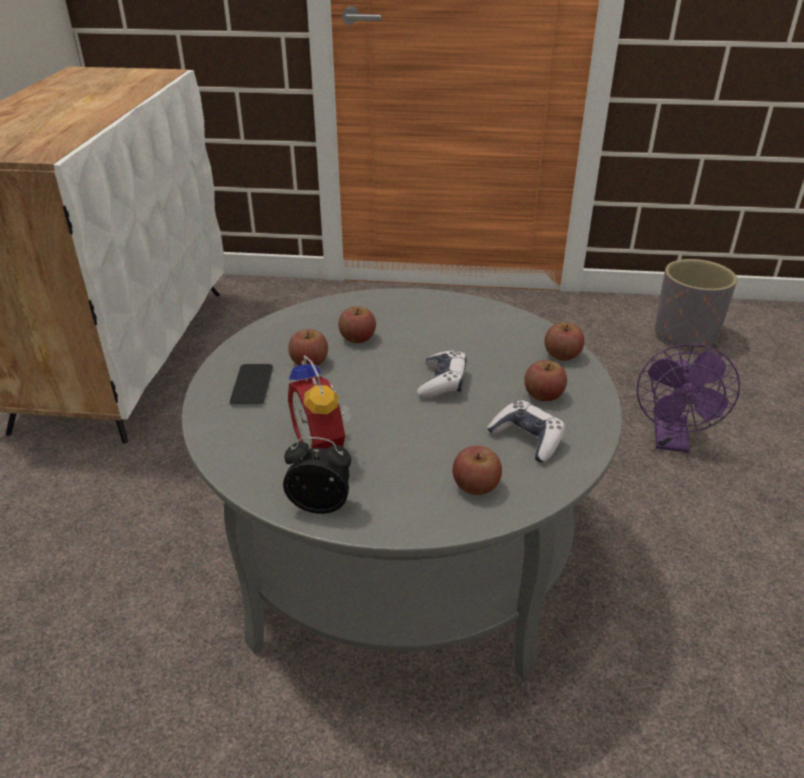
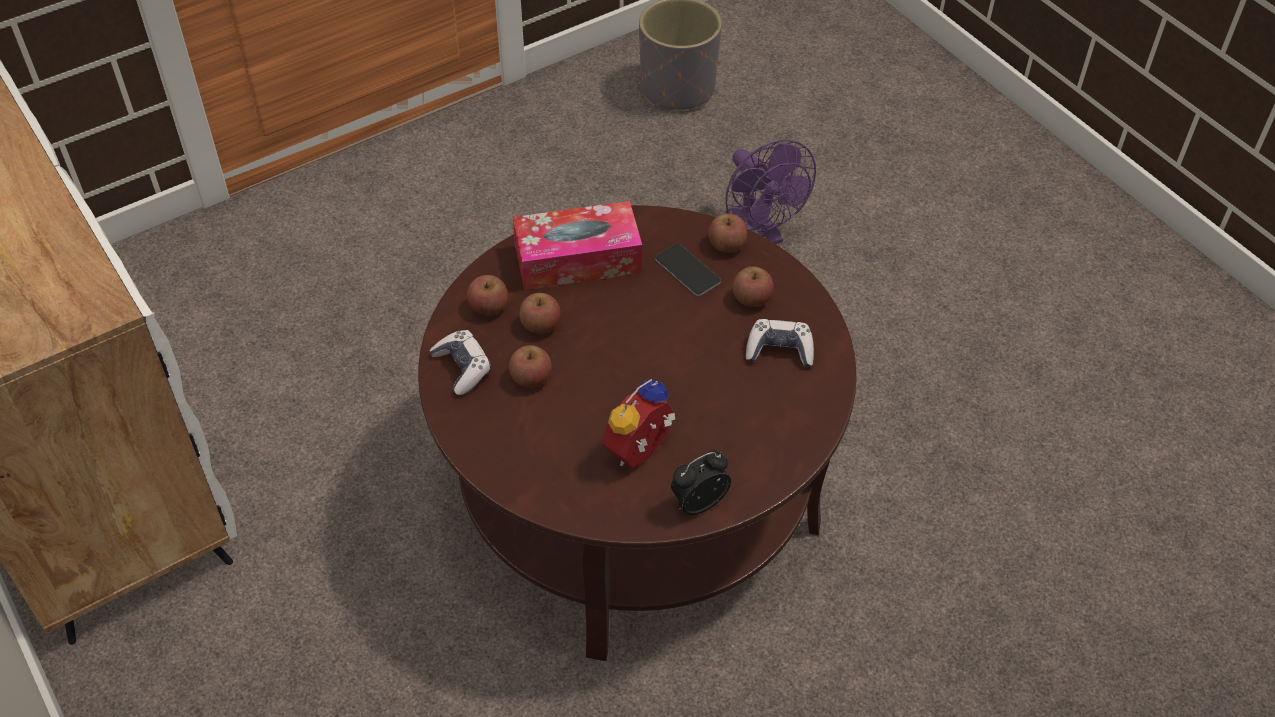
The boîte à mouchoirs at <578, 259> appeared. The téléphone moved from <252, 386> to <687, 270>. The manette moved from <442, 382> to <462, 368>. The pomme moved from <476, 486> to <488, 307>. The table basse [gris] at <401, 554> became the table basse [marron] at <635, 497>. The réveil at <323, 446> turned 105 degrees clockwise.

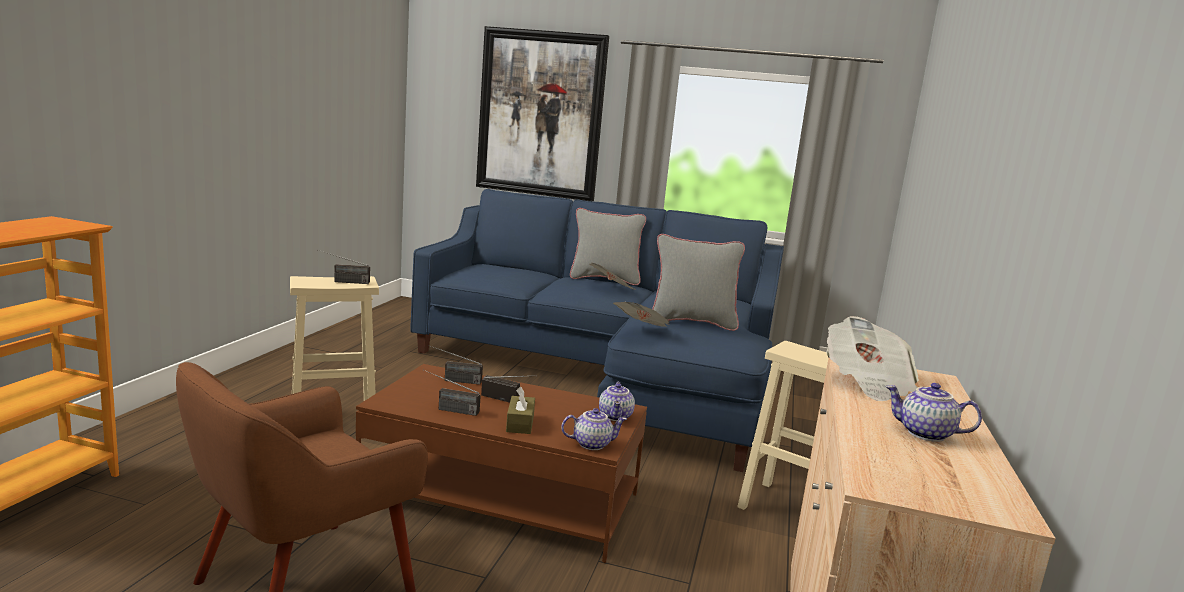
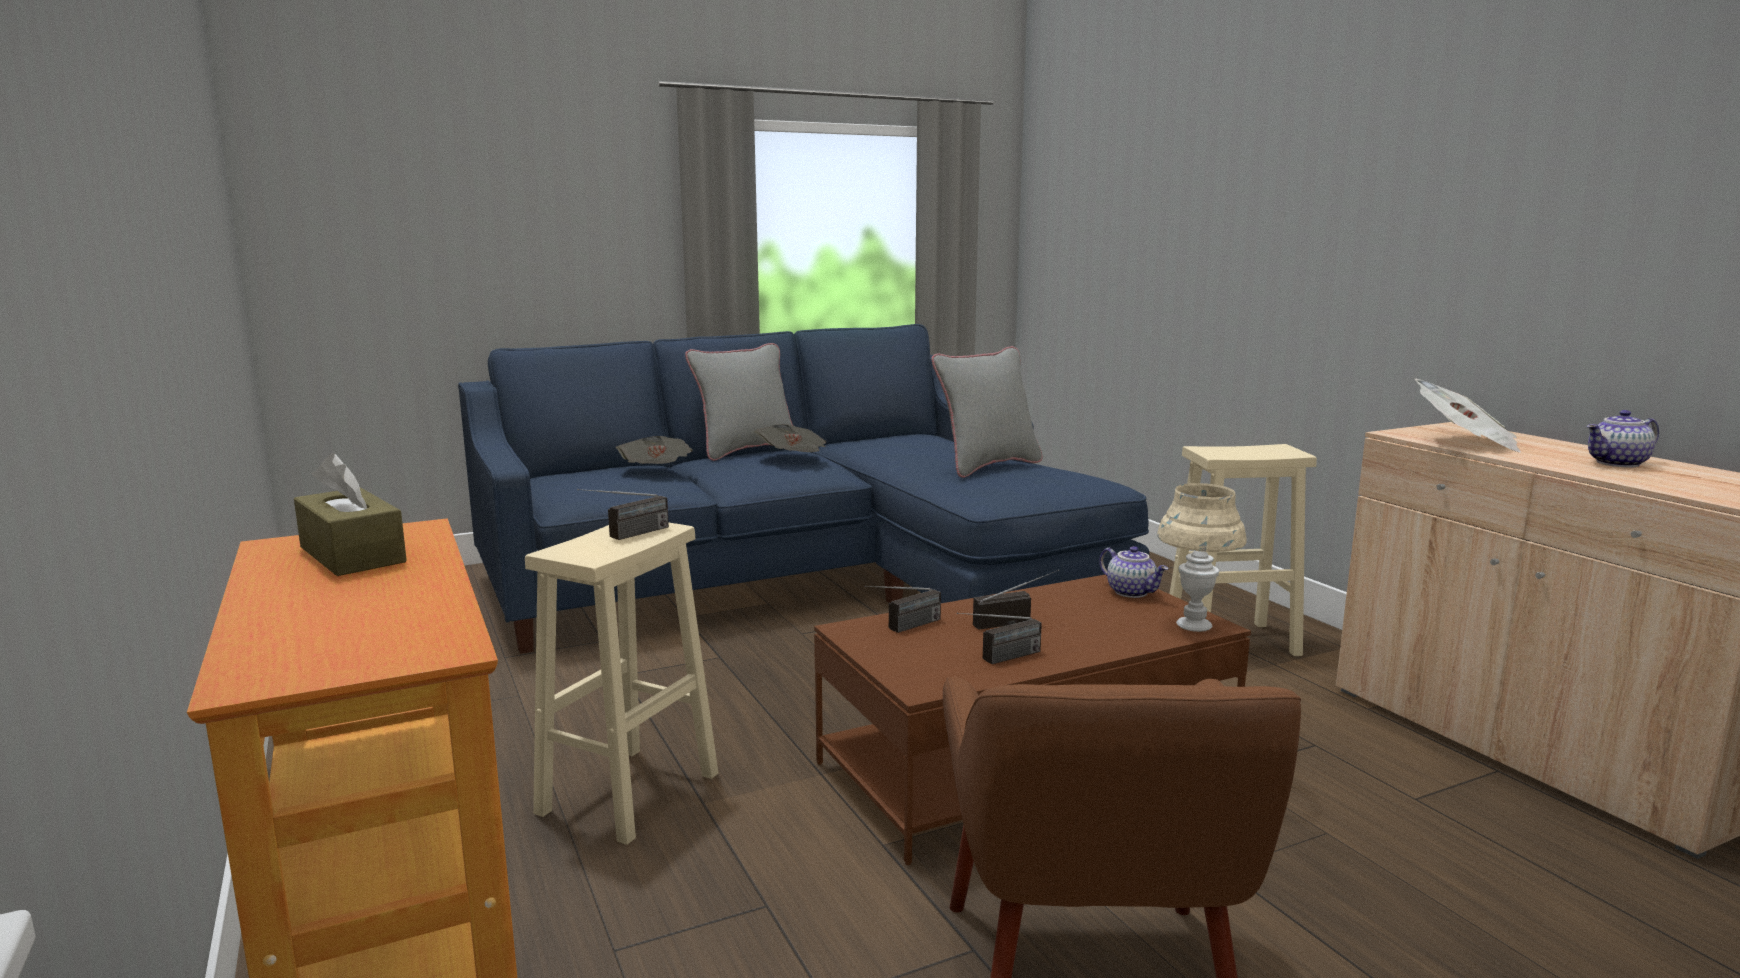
The tableau at <540, 114> disappeared. The boîte à mouchoirs [marron] moved from <520, 423> to <352, 555>. The journal moved from <642, 330> to <656, 471>. The théière at <592, 444> was replaced by the lampe de table [beige] at <1194, 625>.

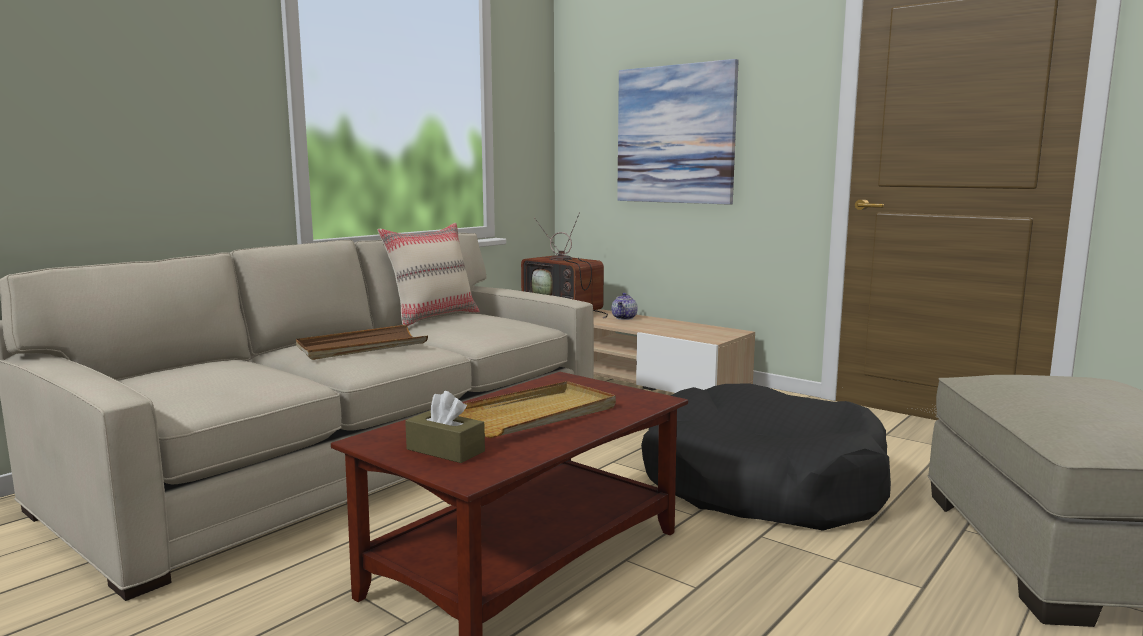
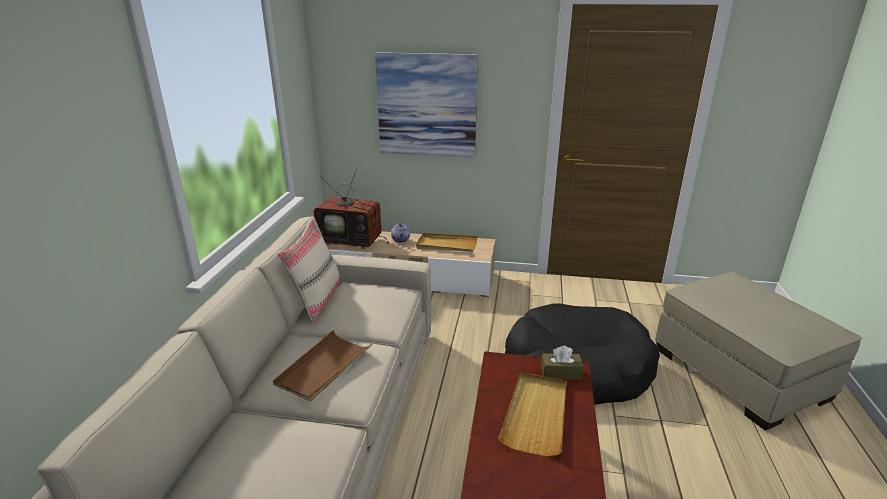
The plateau [beige] at <446, 245> appeared. The boîte à mouchoirs [marron] moved from <445, 450> to <560, 372>.

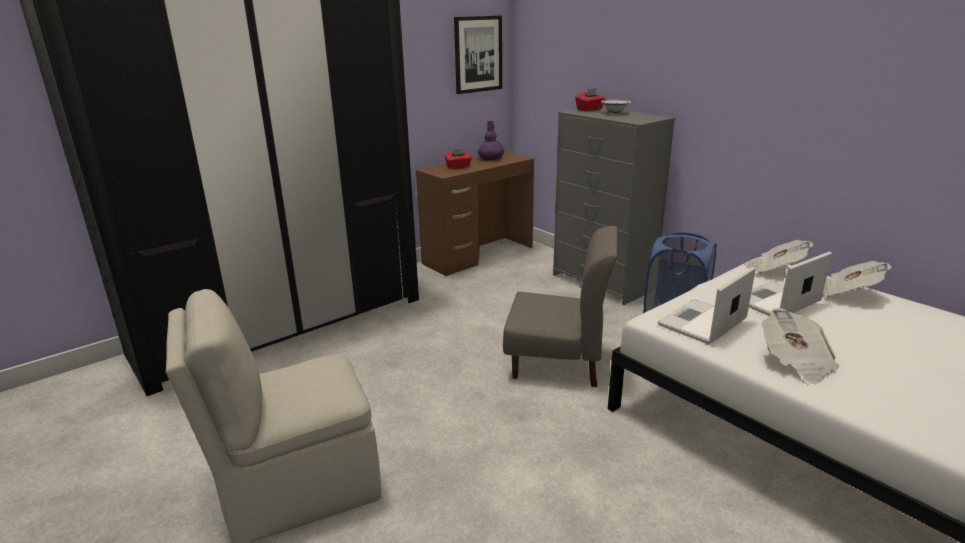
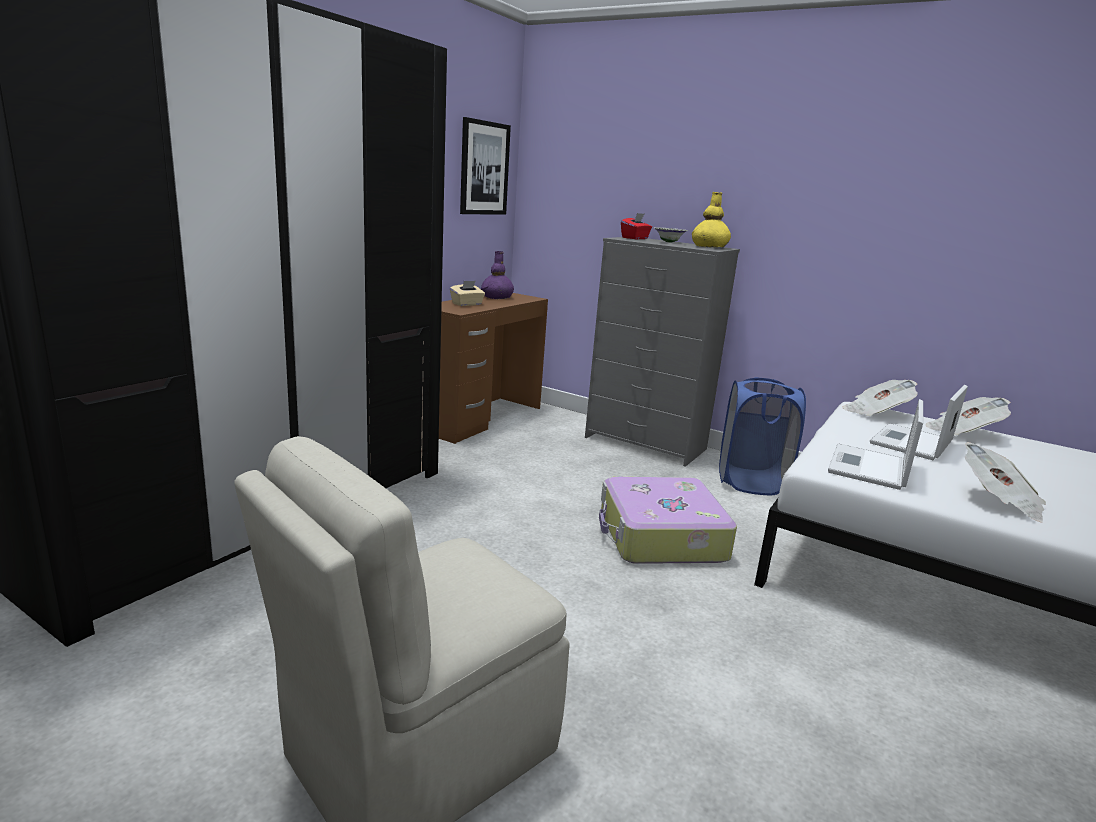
The vase [jaune] at <709, 246> appeared. The chaise [gris] at <557, 363> was replaced by the valise at <660, 536>. The boîte à mouchoirs [rouge] at <458, 167> became the boîte à mouchoirs [beige] at <467, 304>.

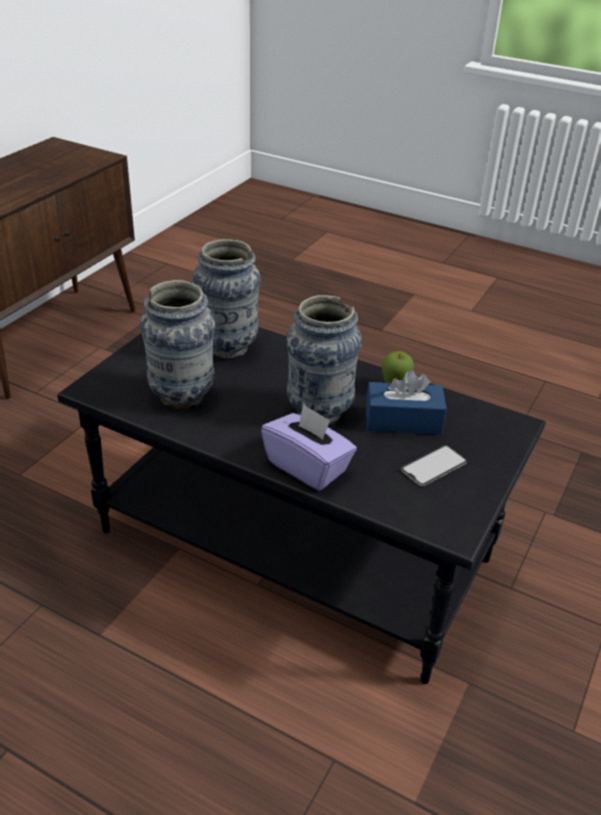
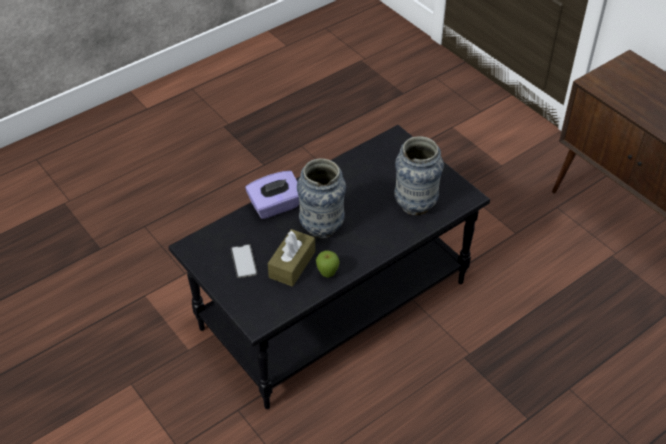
The vase at <182, 397> disappeared. The boîte à mouchoirs [bleu] at <403, 421> became the boîte à mouchoirs [marron] at <292, 264>.

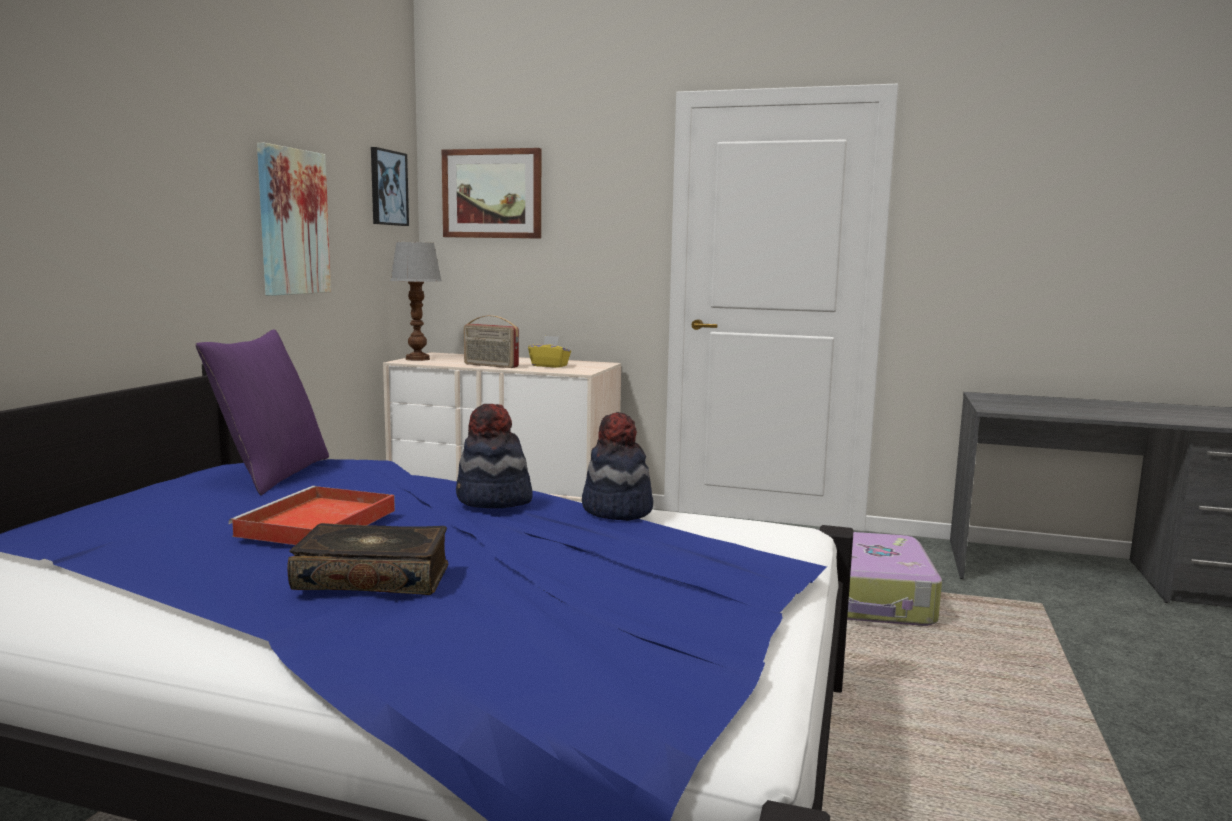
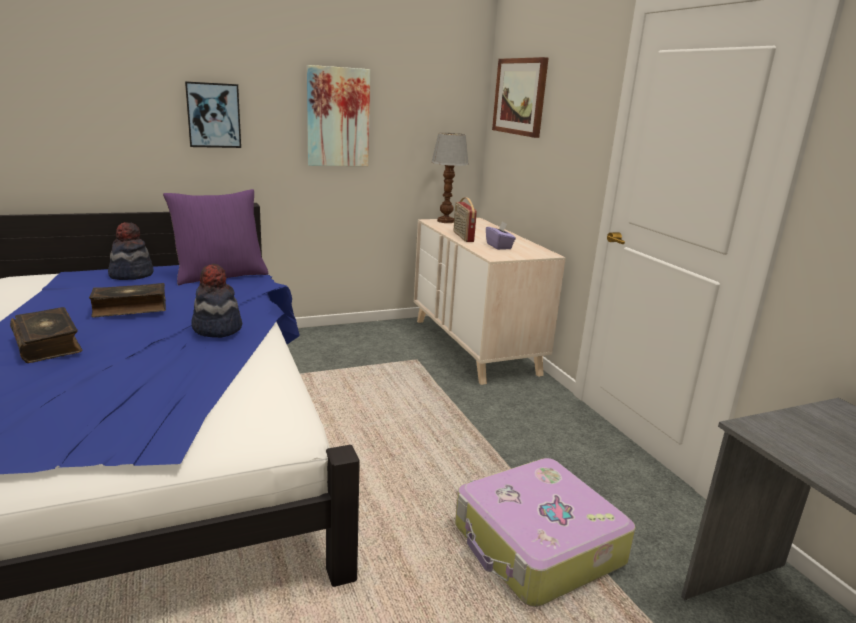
The tableau moved from <388, 188> to <213, 115>. The chapeau moved from <616, 510> to <131, 274>. The plateau [rouge] at <316, 524> was replaced by the livre at <130, 308>. The boîte à mouchoirs [jaune] at <549, 366> became the boîte à mouchoirs [violet] at <499, 246>.

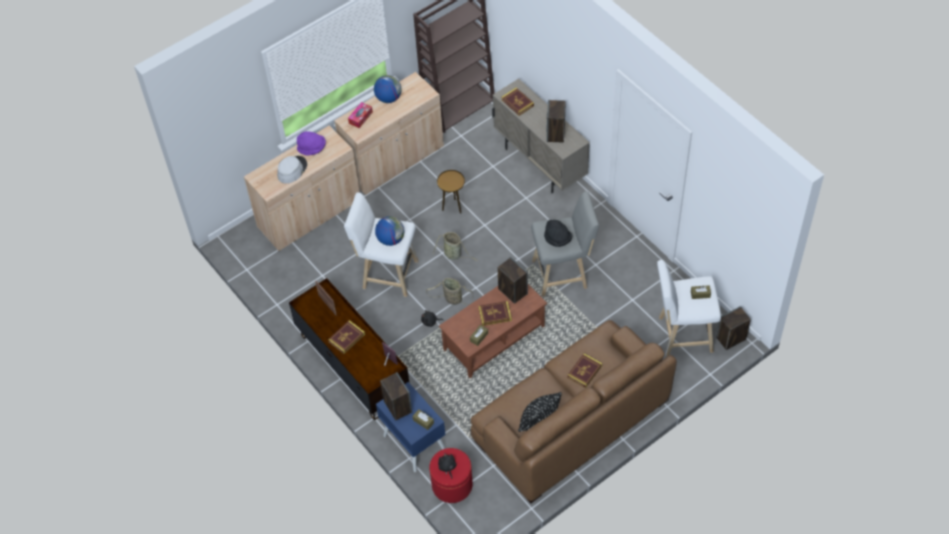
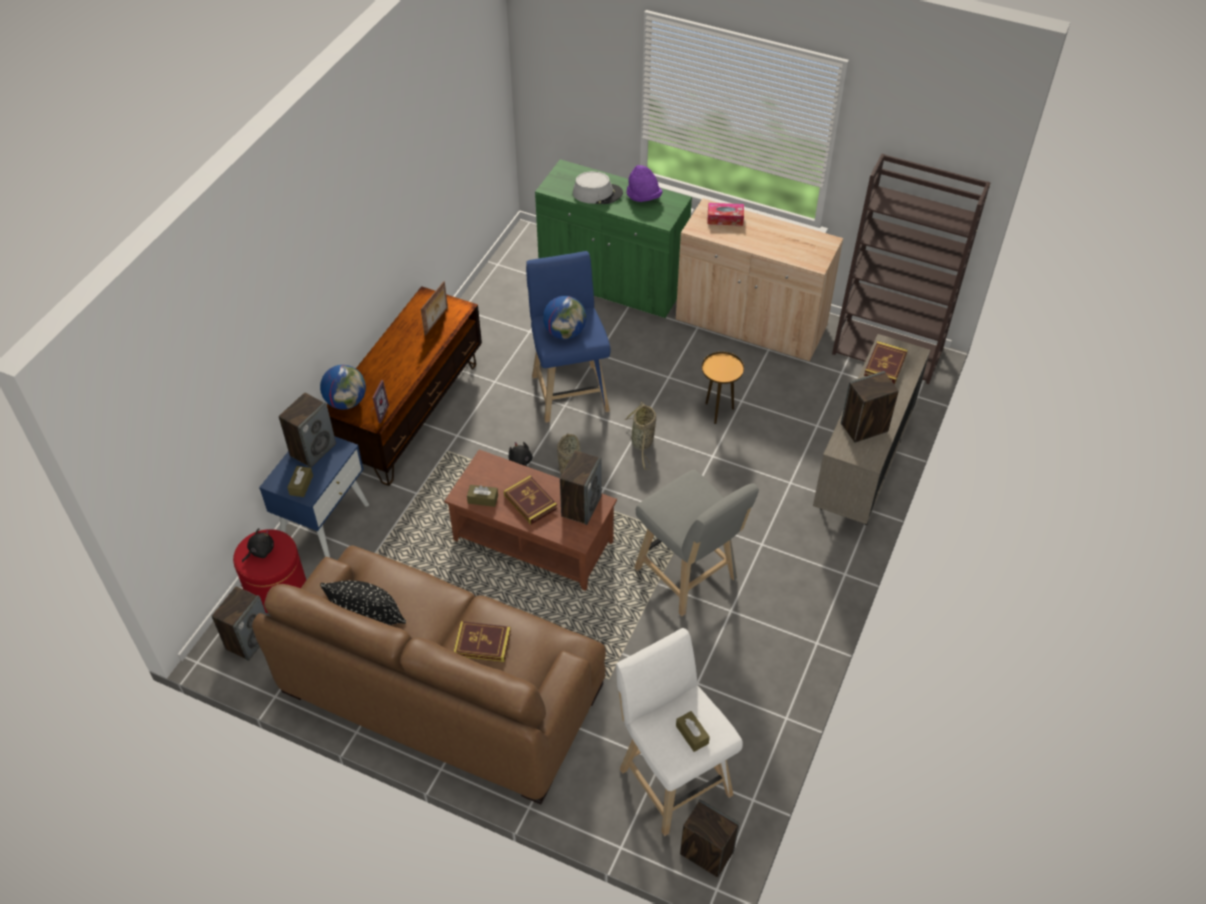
The livre at <347, 338> disappeared. The chapeau [noir] at <557, 239> disappeared. The enceinte at <249, 639> appeared. The globe moved from <388, 98> to <346, 402>. The meuble de rangement [beige] at <309, 214> became the meuble de rangement [vert] at <612, 283>. The tabouret [blanc] at <387, 274> became the tabouret [bleu] at <569, 390>.

